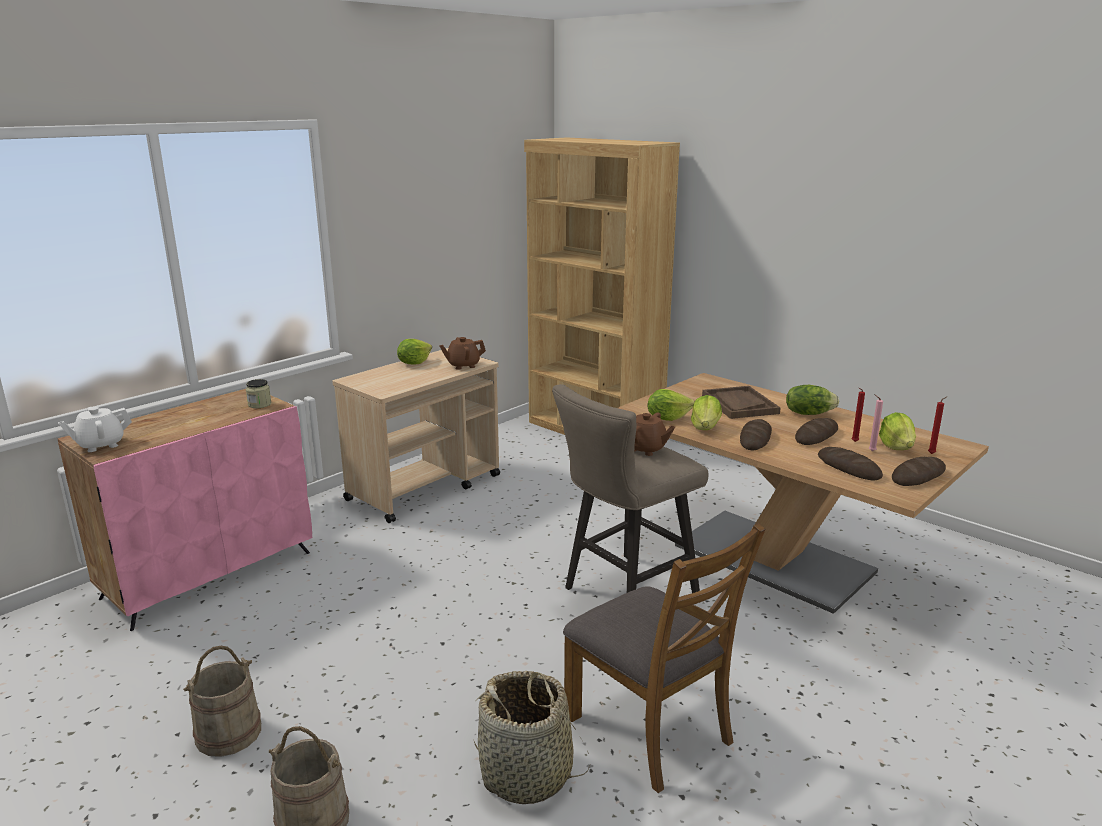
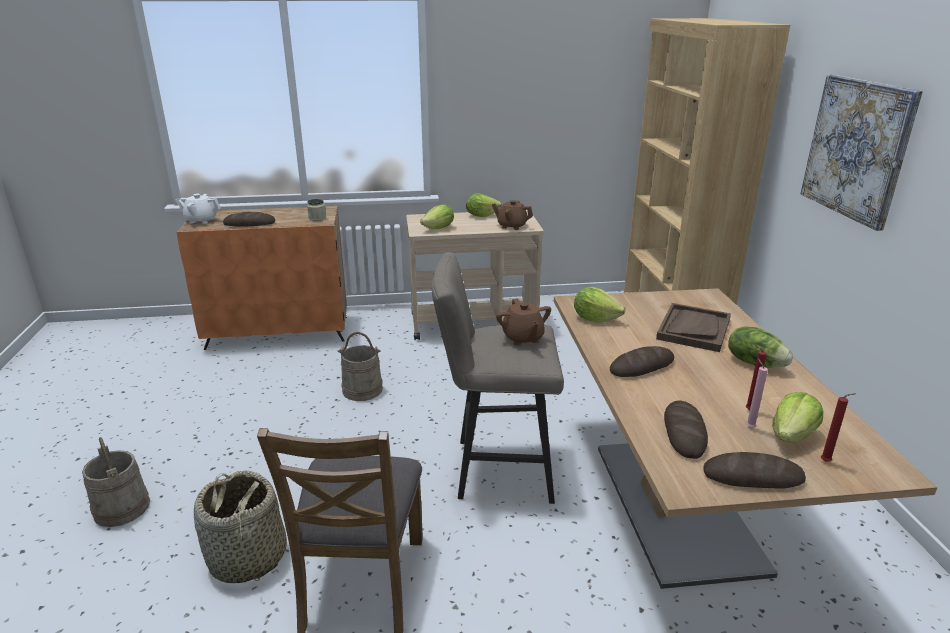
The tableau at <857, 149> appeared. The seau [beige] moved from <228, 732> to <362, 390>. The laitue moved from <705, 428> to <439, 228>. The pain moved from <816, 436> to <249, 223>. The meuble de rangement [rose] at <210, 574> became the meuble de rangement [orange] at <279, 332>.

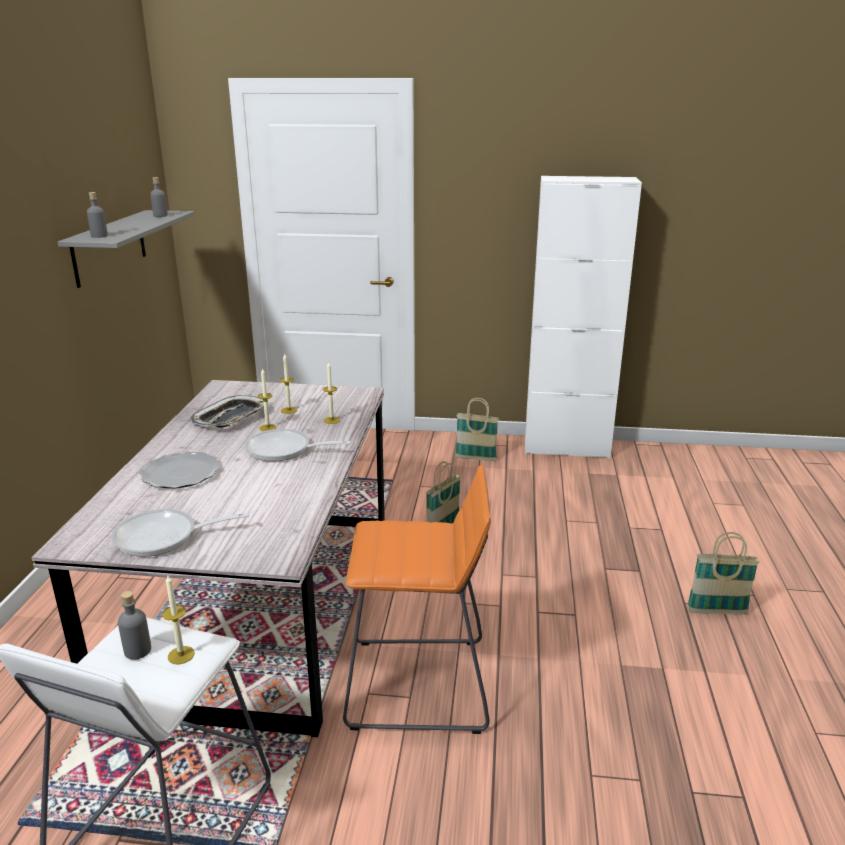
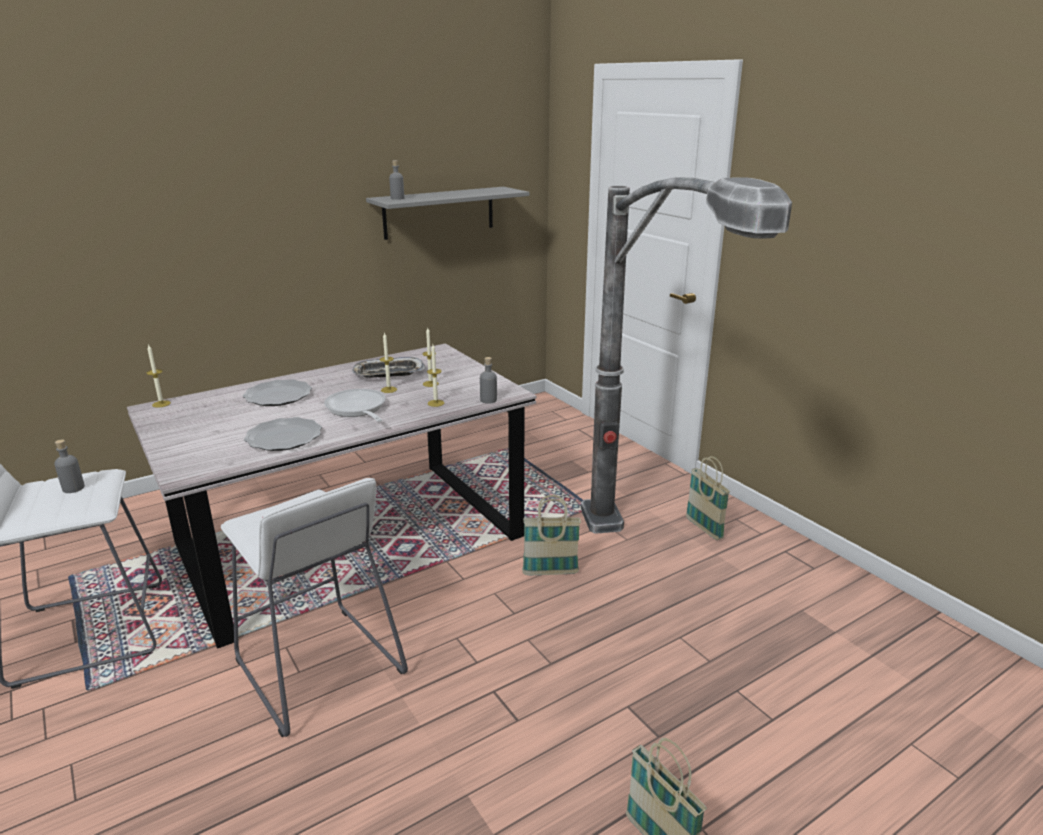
The poêle at <164, 537> disappeared. The meuble de rangement [blanc] at <566, 448> disappeared. The assiette at <284, 437> appeared. The lampadaire at <637, 597> appeared. The bouteille [gris] moved from <160, 215> to <488, 400>. The bougie moved from <181, 655> to <161, 404>. The tabouret [orange] at <418, 684> became the tabouret [blanc] at <319, 668>.

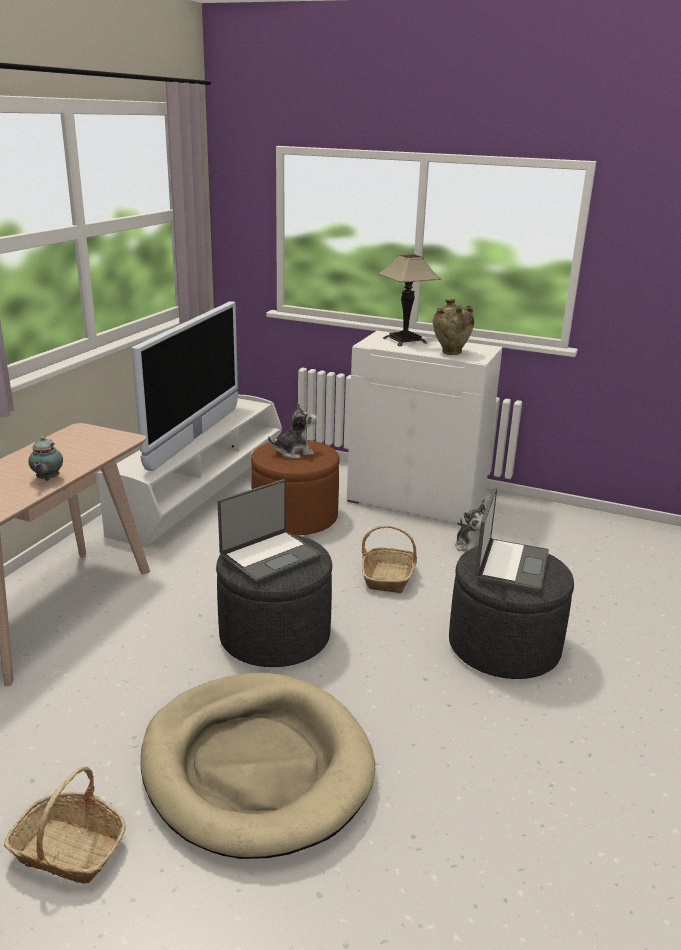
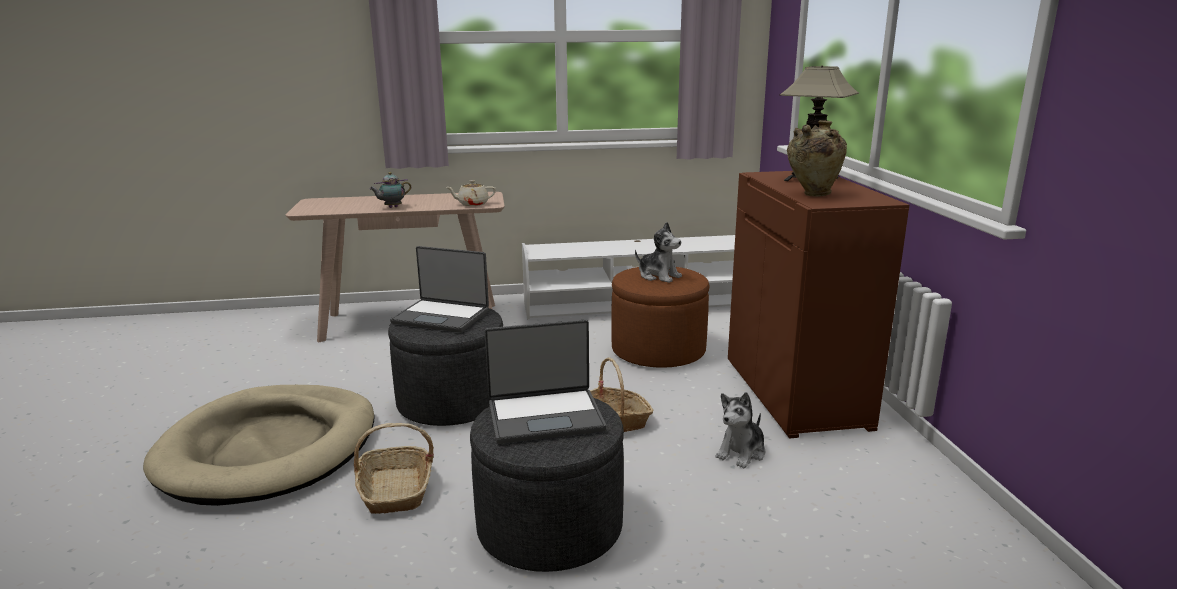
The téléviseur at <195, 437> disappeared. The théière [beige] at <472, 204> appeared. The panier moved from <69, 850> to <395, 490>. The meuble de rangement [blanc] at <417, 500> became the meuble de rangement [marron] at <797, 393>.

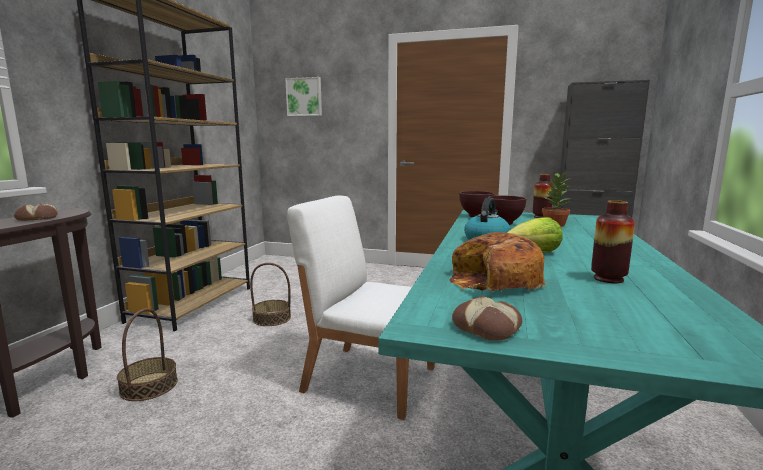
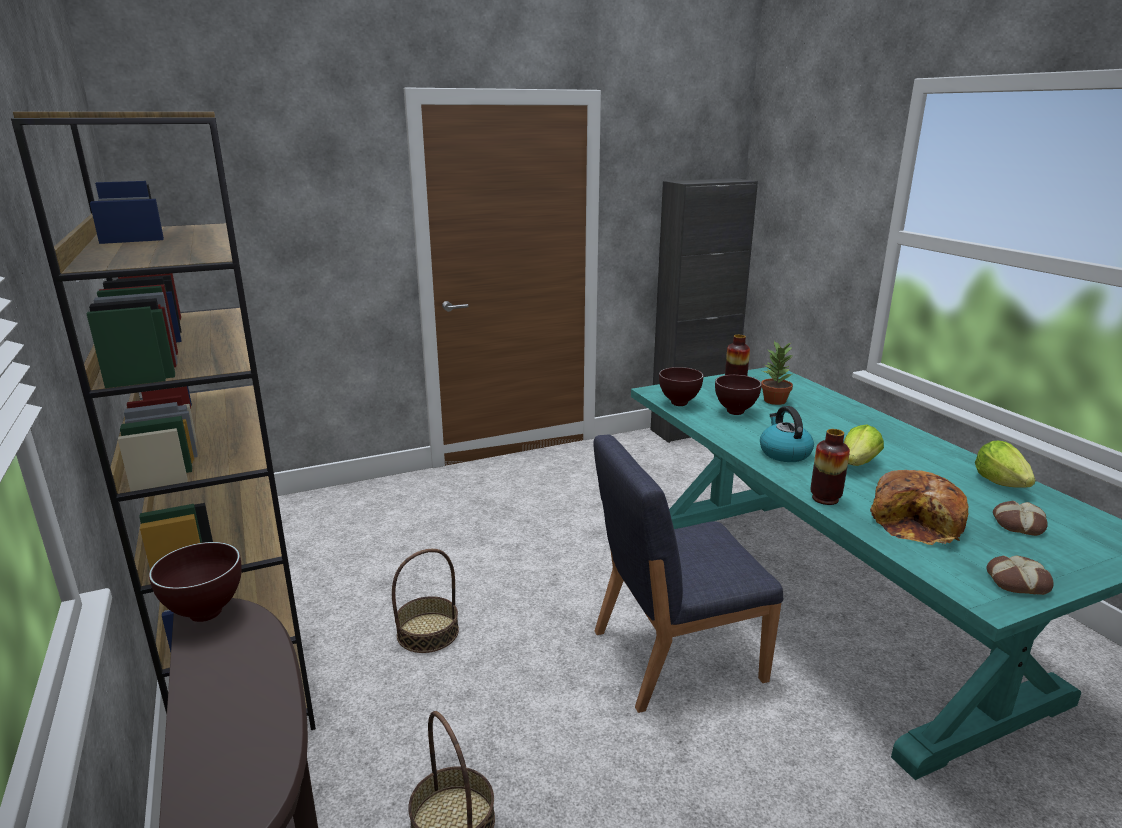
The tableau at <304, 97> disappeared. The bol [marron] at <204, 614> appeared. The laitue at <1000, 483> appeared. The pain moved from <38, 218> to <1017, 524>. The vase moved from <608, 279> to <825, 498>. The chaise [blanc] at <368, 378> became the chaise [bleu] at <674, 655>.

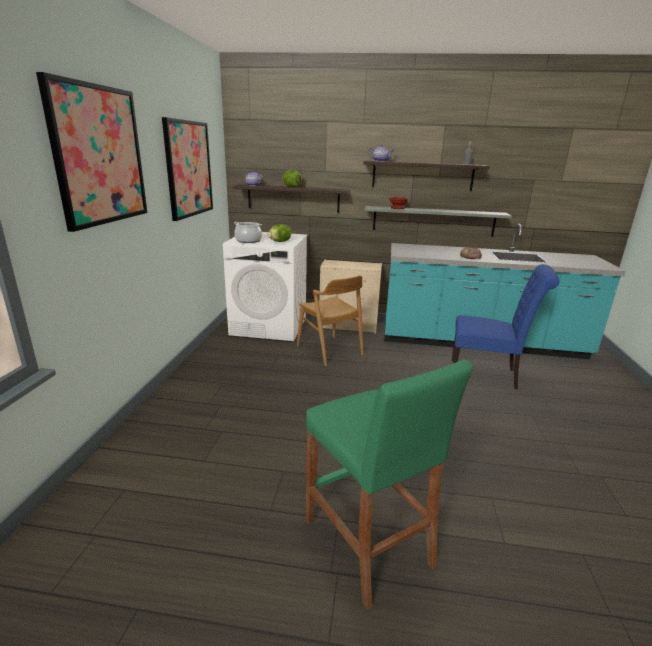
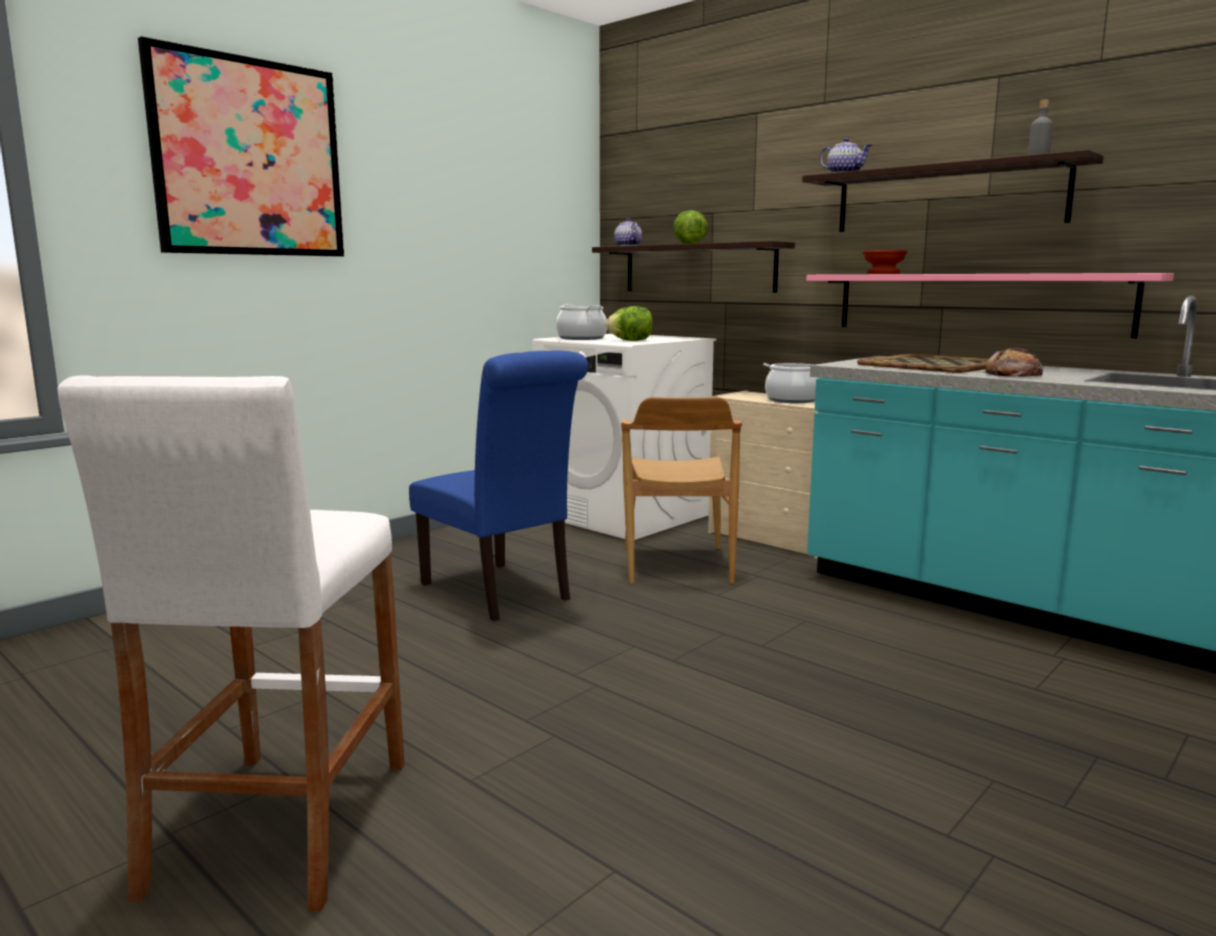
The tableau at <188, 169> disappeared. The marmite at <792, 400> appeared. The plateau at <931, 365> appeared. The chaise [bleu] moved from <488, 374> to <501, 593>. The tabouret [vert] at <368, 542> became the tabouret [blanc] at <280, 826>. The étagère [gris] at <433, 221> became the étagère [rose] at <976, 303>.

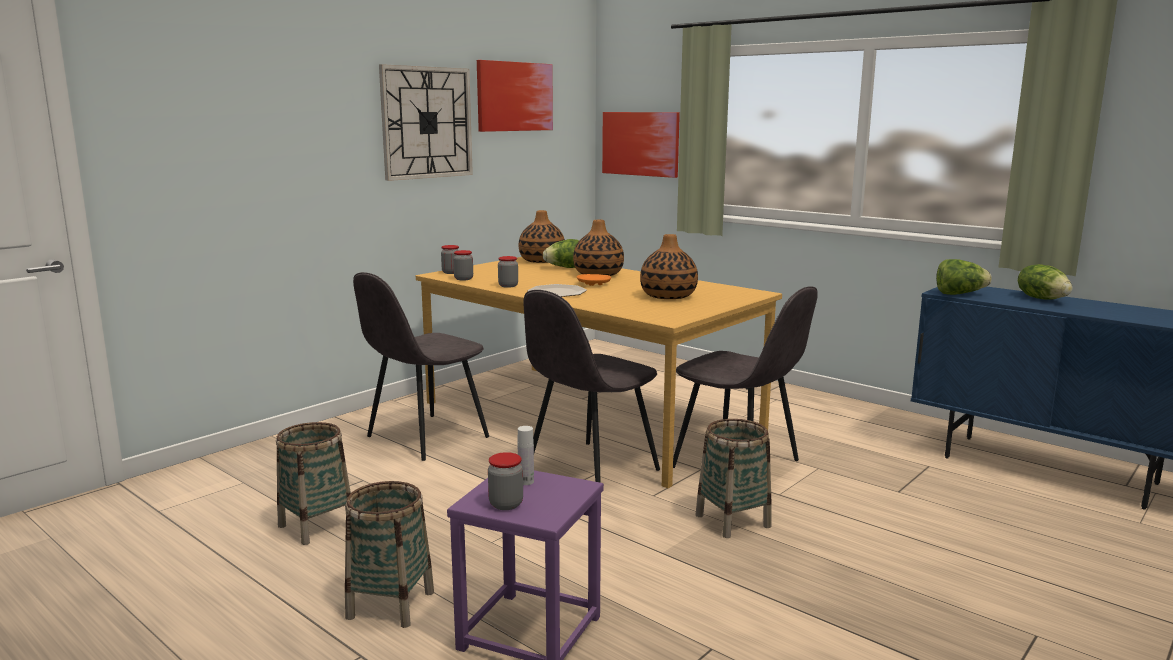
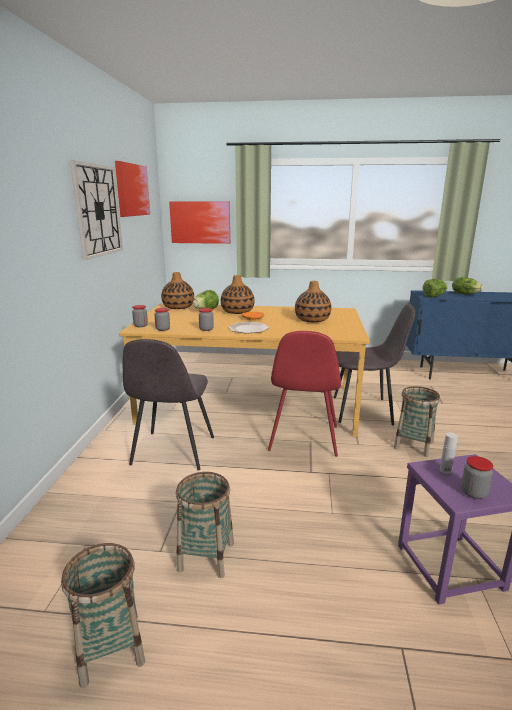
The panier moved from <390, 604> to <110, 648>. The chaise [gris] at <589, 470> became the chaise [rouge] at <303, 439>.

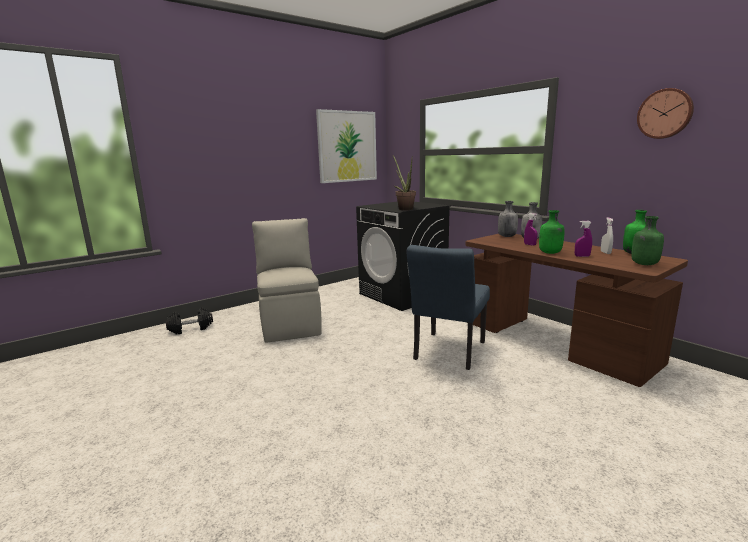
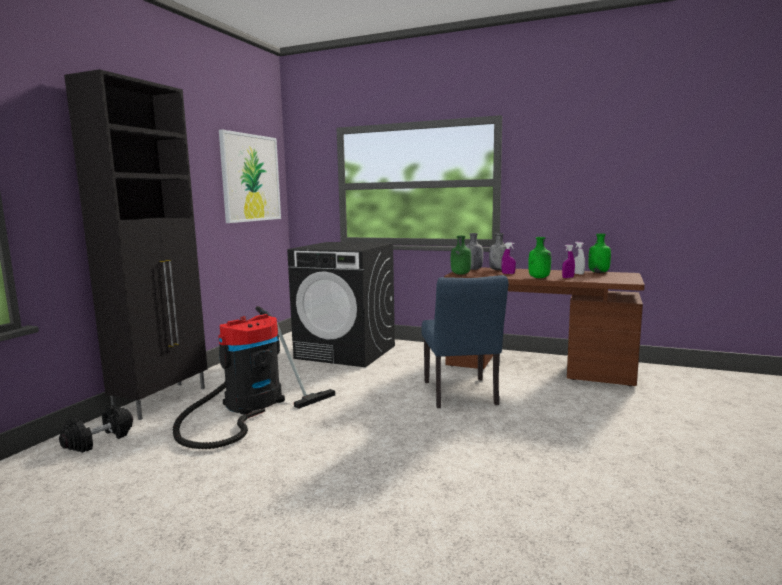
The plante en pot at <404, 209> disappeared. The horloge murale at <665, 114> disappeared. The meuble de rangement [noir] at <163, 400> appeared. The bouteille [vert] moved from <644, 264> to <460, 274>. The chaise [beige] at <290, 324> was replaced by the aspirateur at <249, 405>.

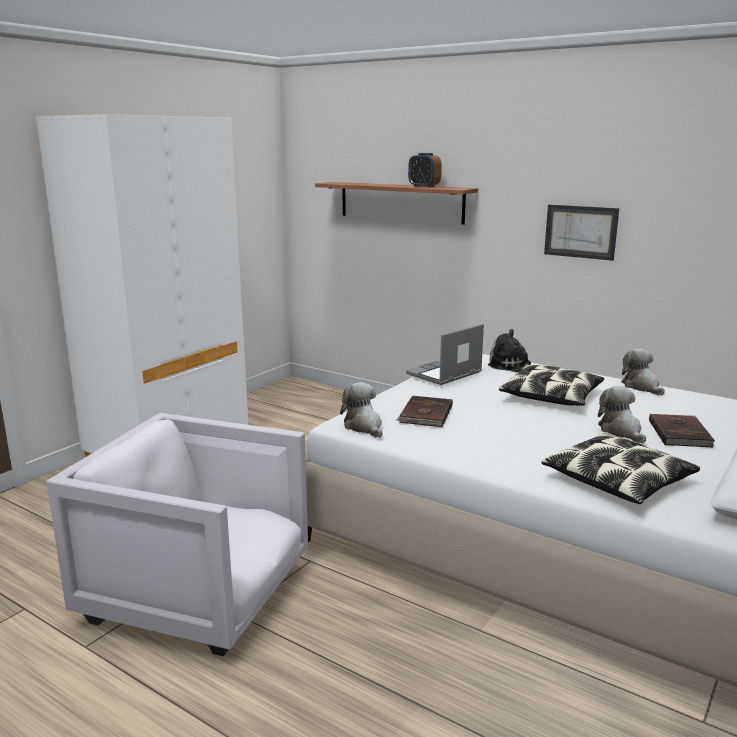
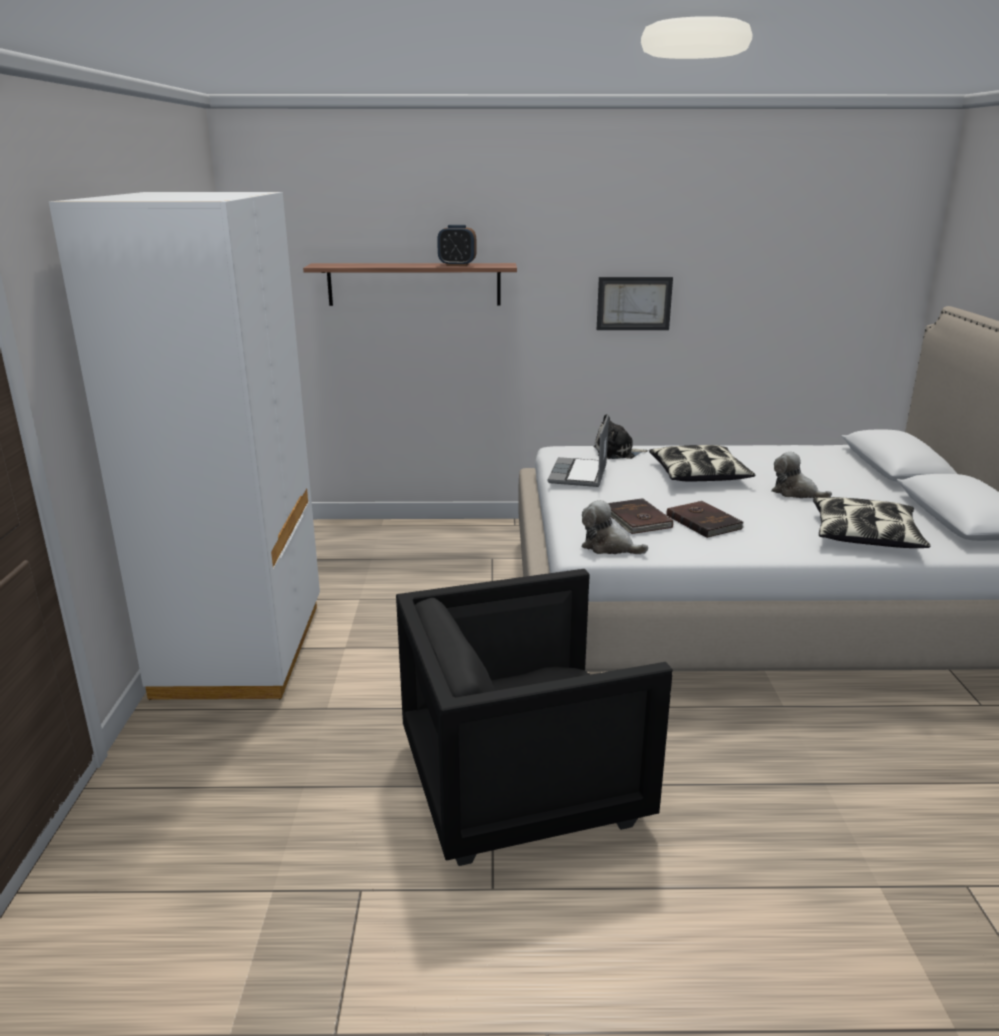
The peluche at <641, 387> disappeared. The livre [marron] moved from <680, 433> to <704, 521>. The fauteuil [blanc] at <199, 594> became the fauteuil [noir] at <523, 784>.

